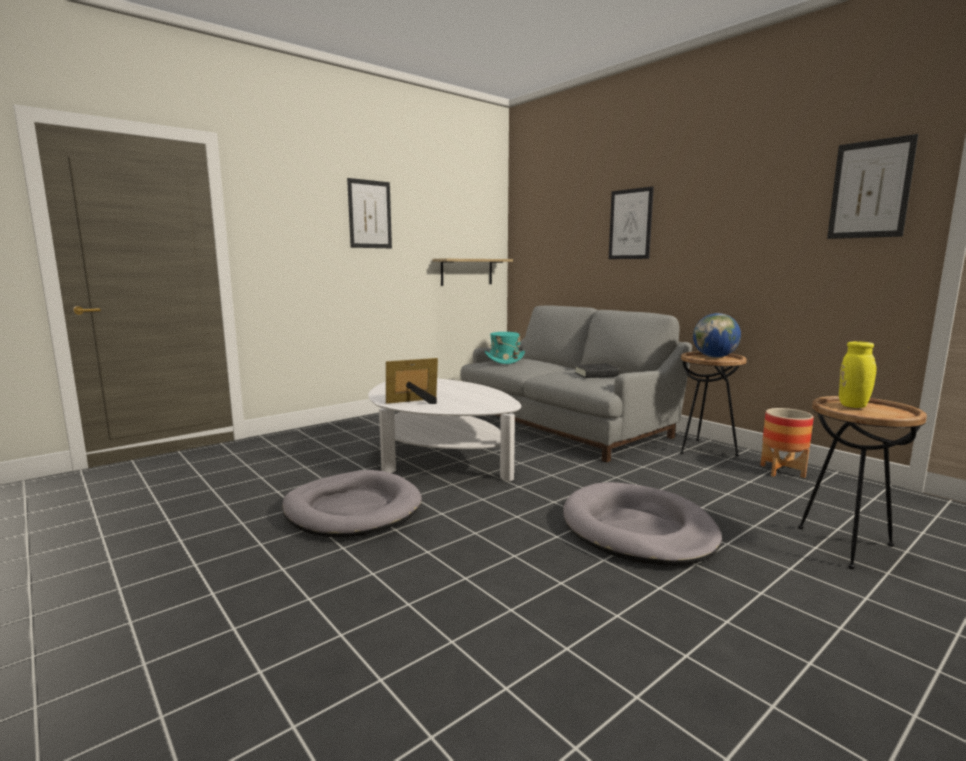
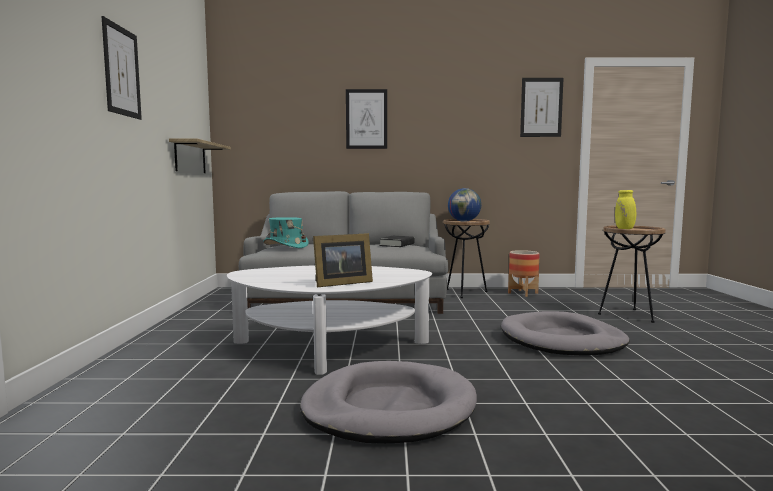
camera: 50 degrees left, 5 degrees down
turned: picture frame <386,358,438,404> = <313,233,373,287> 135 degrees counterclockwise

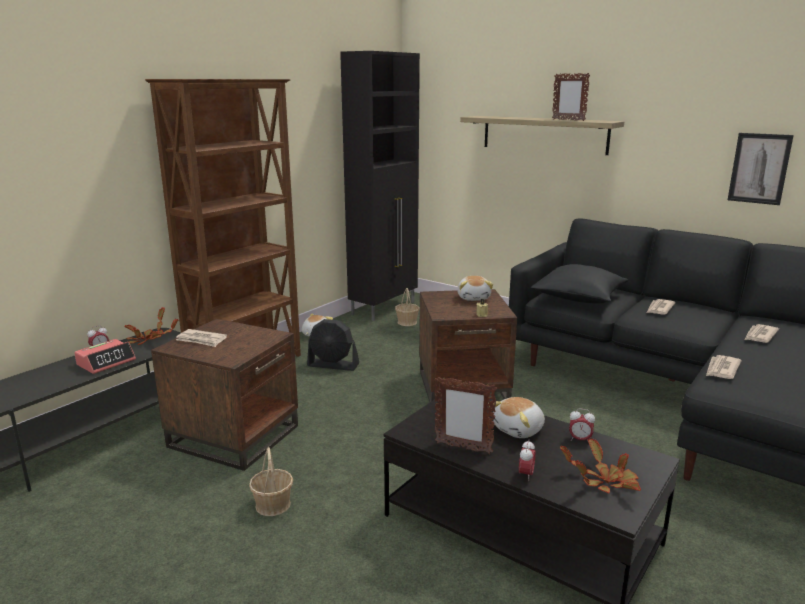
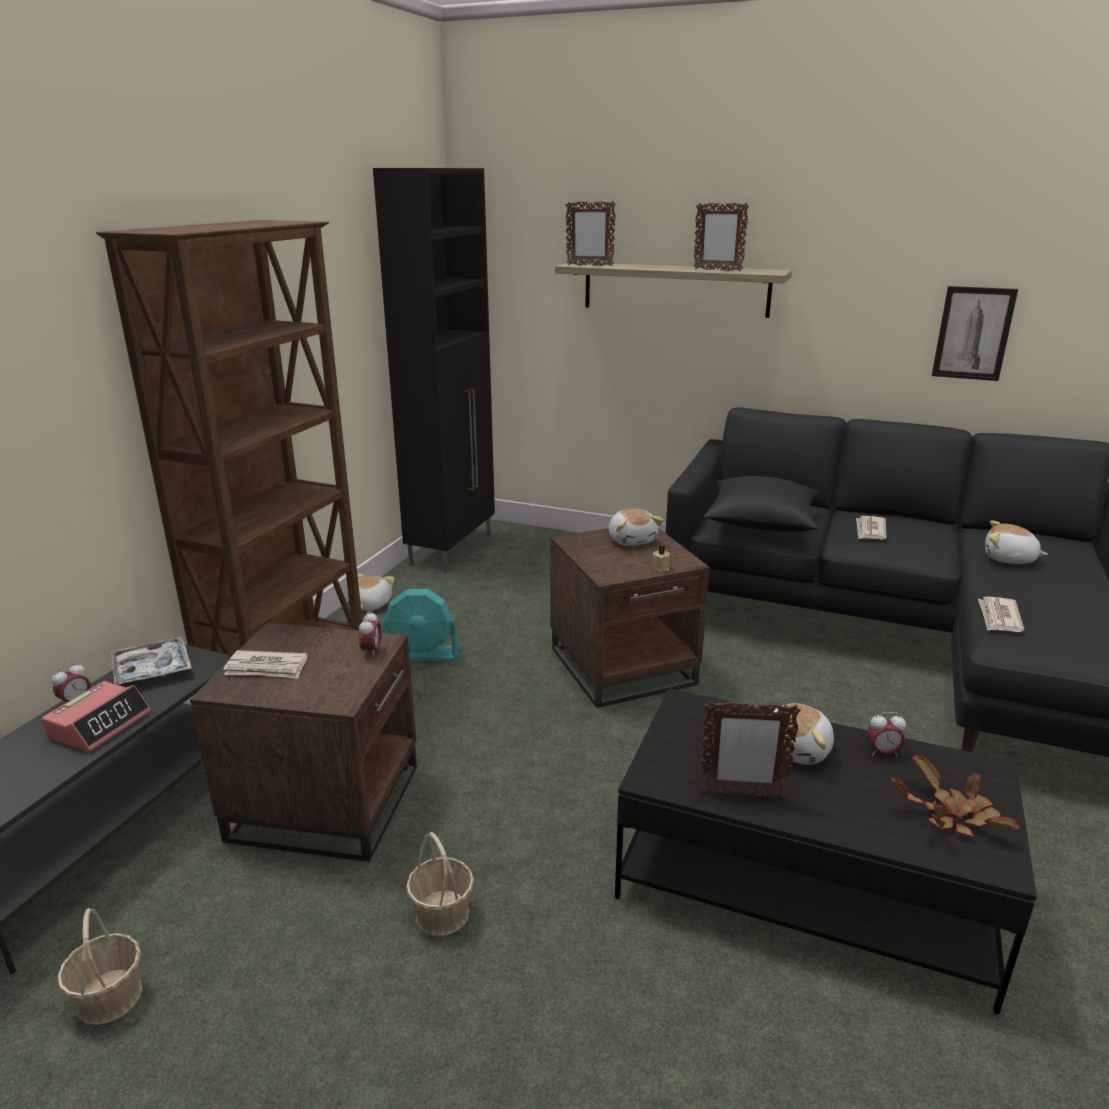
camera: 15 degrees left, 5 degrees up
added: picture frame <566,201,616,266>
moved: basket <395,288,420,326> to <57,908,143,1025>; alarm clock <519,440,536,481> to <359,611,382,657>
replaced: potted plant <124,308,179,345> to tray <111,637,192,685>; newspaper <744,324,779,343> to plush toy <985,521,1048,564>
recoloured: black fan <307,319,359,371> to turquoise fan <383,589,459,661>

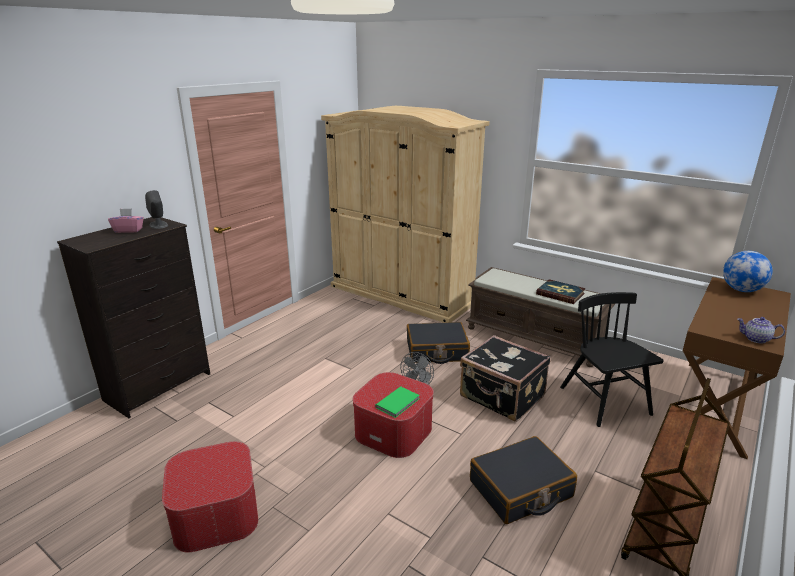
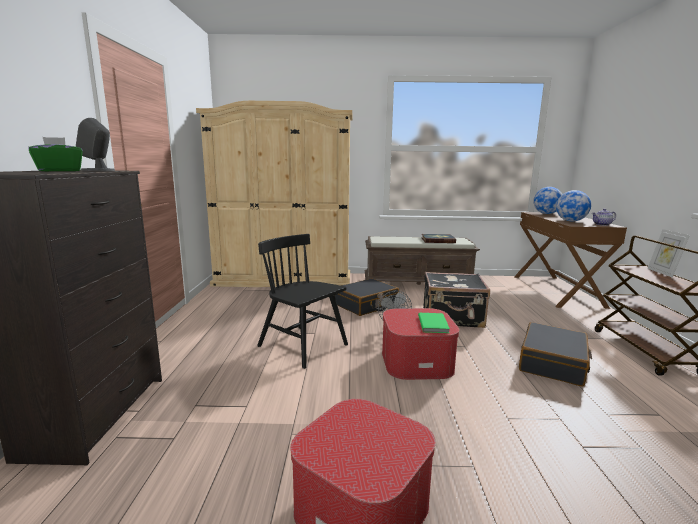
camera: 35 degrees left, 10 degrees down
added: globe <556,190,591,221>; picture frame <648,229,690,278>
moved: black chair <560,292,664,427> to <257,234,348,369>
recoloured: pink tissue box <108,208,144,233> to green tissue box <29,137,83,171>

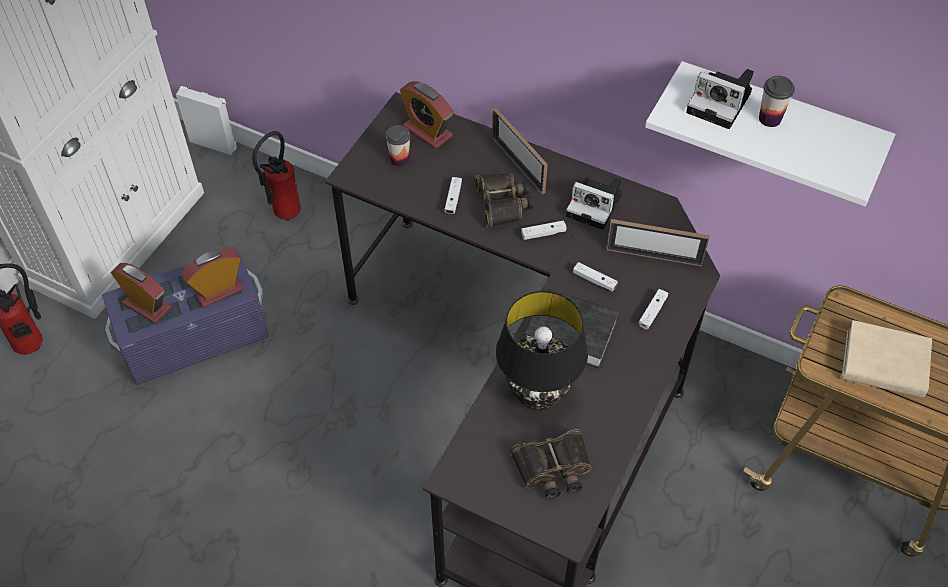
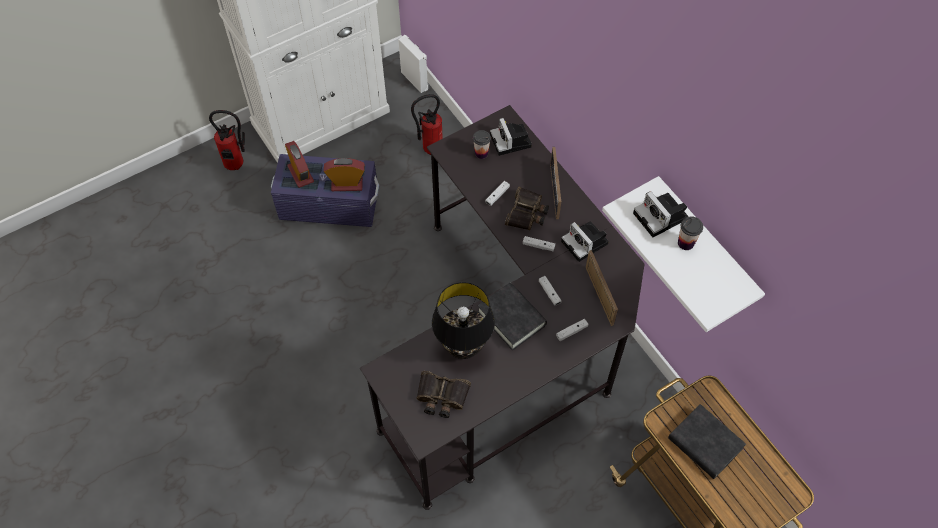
camera: 30 degrees right, 5 degrees up
replaced: alarm clock <400,81,453,149> to photo camera <490,118,532,156>
recoloured: beige book <842,320,932,398> to black book <668,404,746,479>
turned: picture frame <606,219,710,266> = <586,250,618,326> 150 degrees counterclockwise

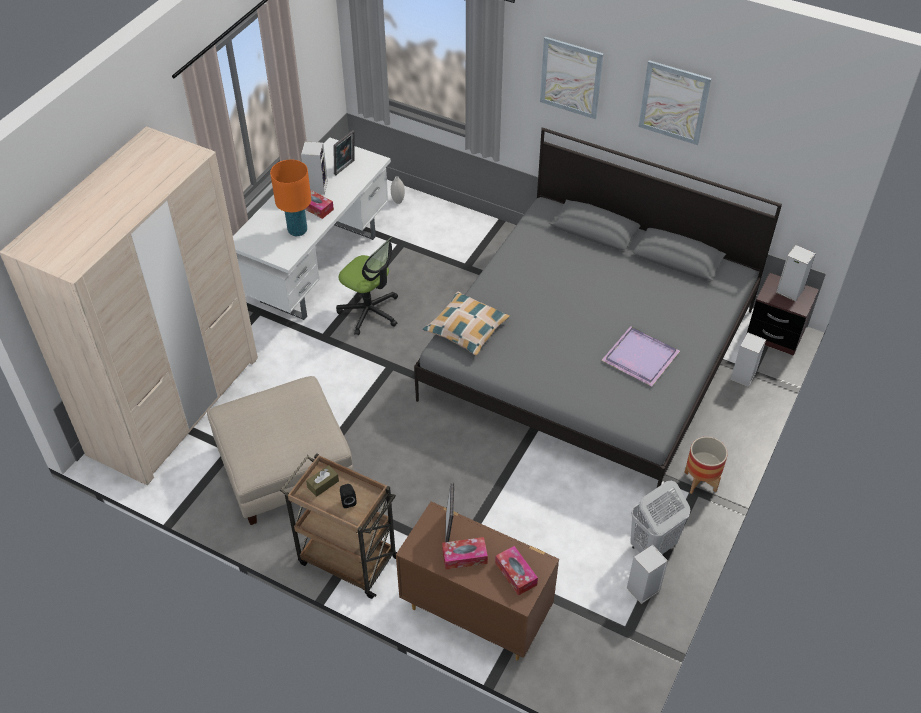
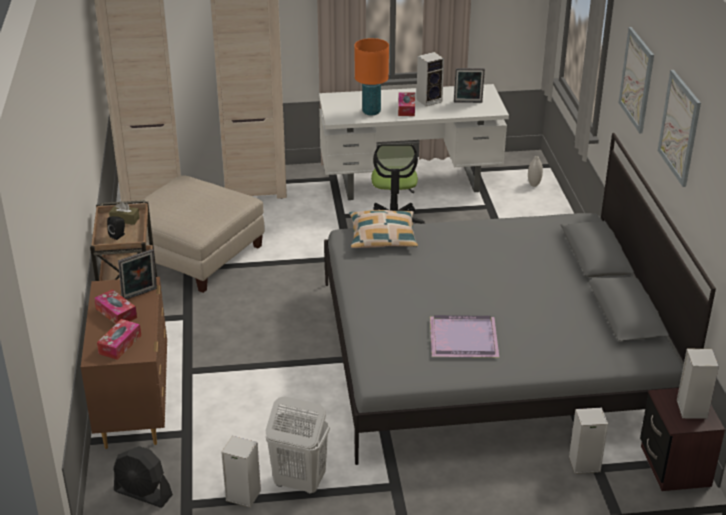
camera: 55 degrees right, 15 degrees down
removed: planter <684,437,728,494>
added: black fan <113,446,173,508>

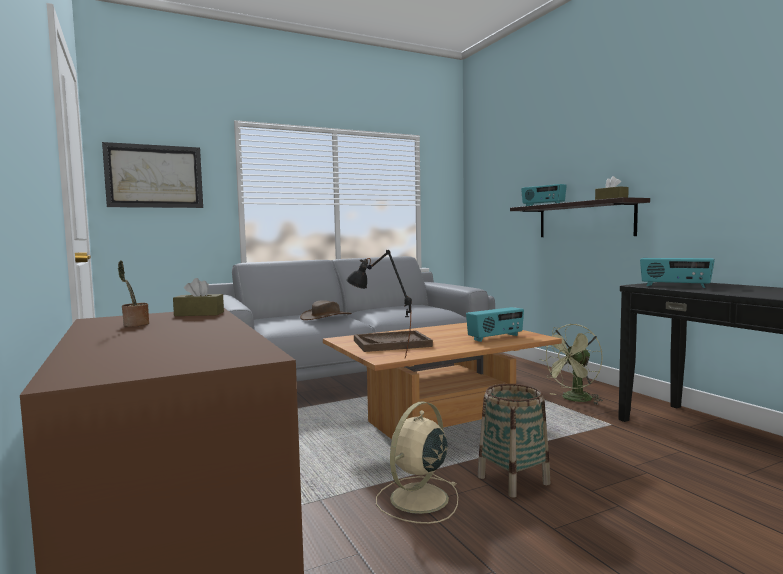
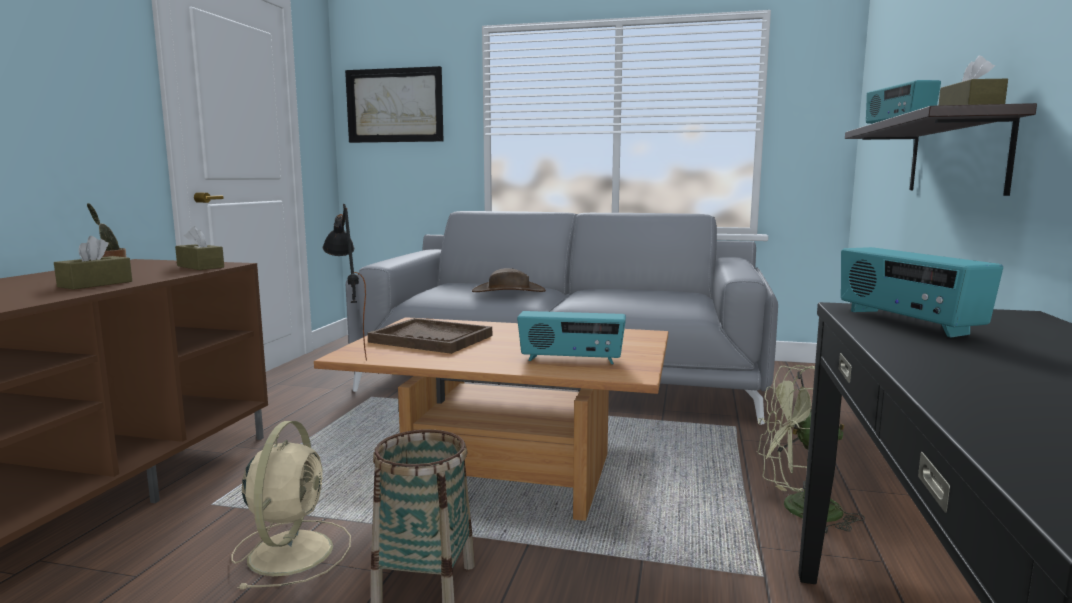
camera: 40 degrees right, 5 degrees up
added: brown tissue box <54,236,132,289>
turned: beige fan <376,401,458,524> = <231,421,351,590> 105 degrees clockwise

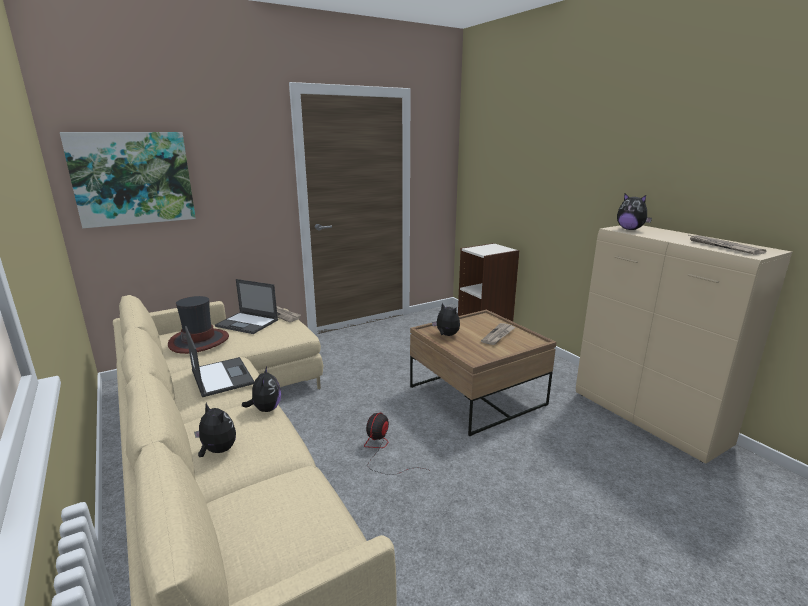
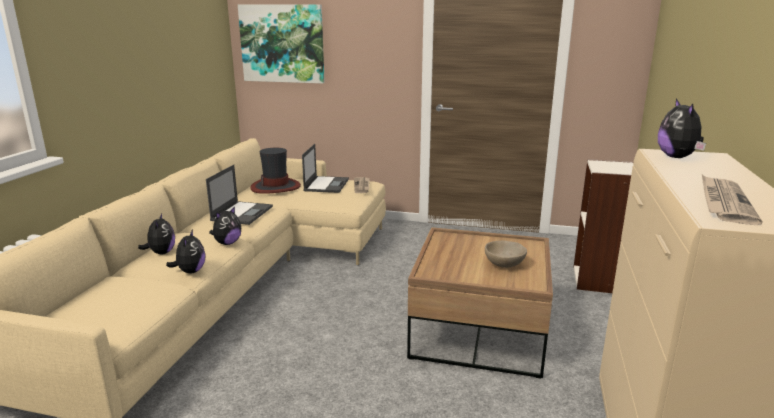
camera: 45 degrees right, 0 degrees up
removed: fan <364,412,431,475>
moved: plush toy <432,303,460,336> to <166,229,206,274>
replaced: newspaper <481,323,516,345> to beige bowl <485,241,527,268>
turned: laptop <215,279,278,334> = <302,144,349,193> 150 degrees counterclockwise

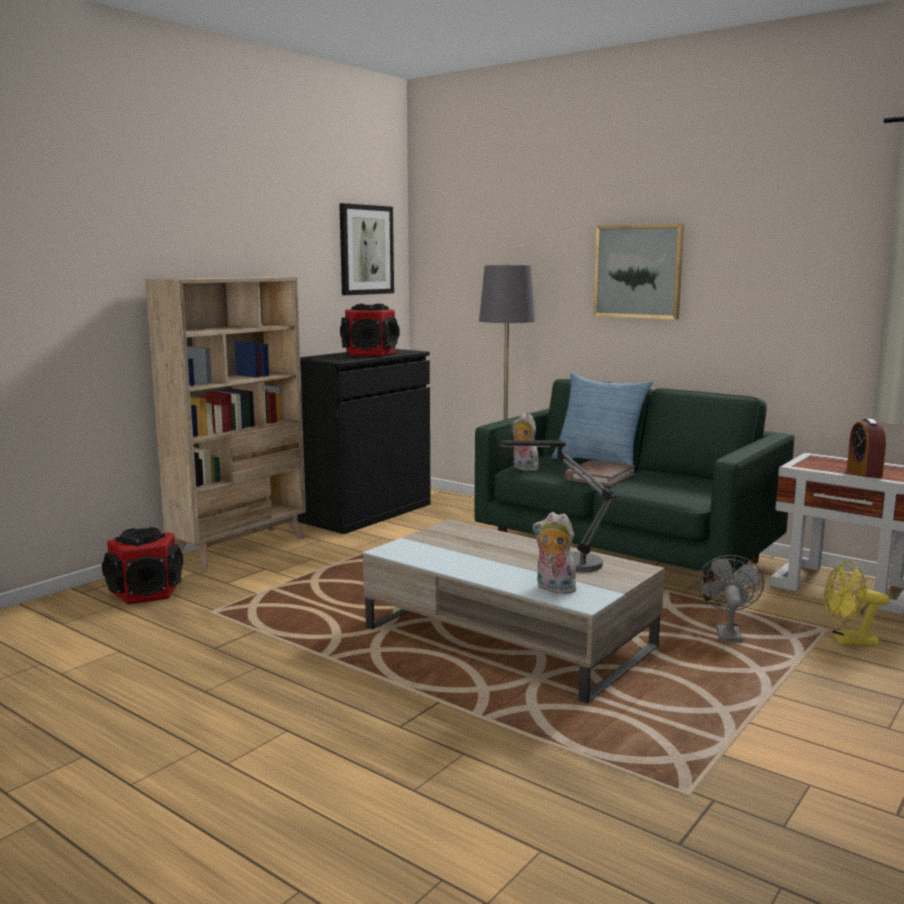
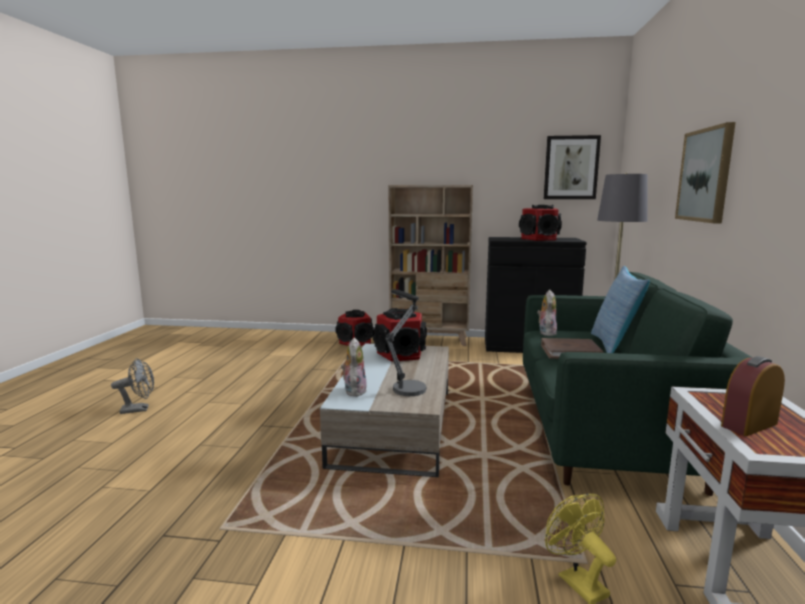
camera: 60 degrees right, 0 degrees up
added: speaker <372,308,427,362>
moved: grey fan <697,555,764,643> to <111,358,154,414>

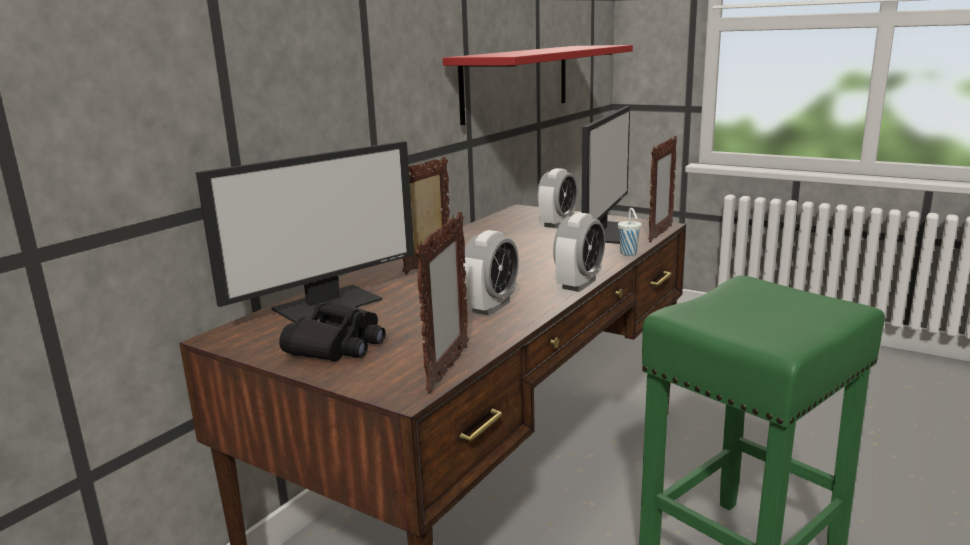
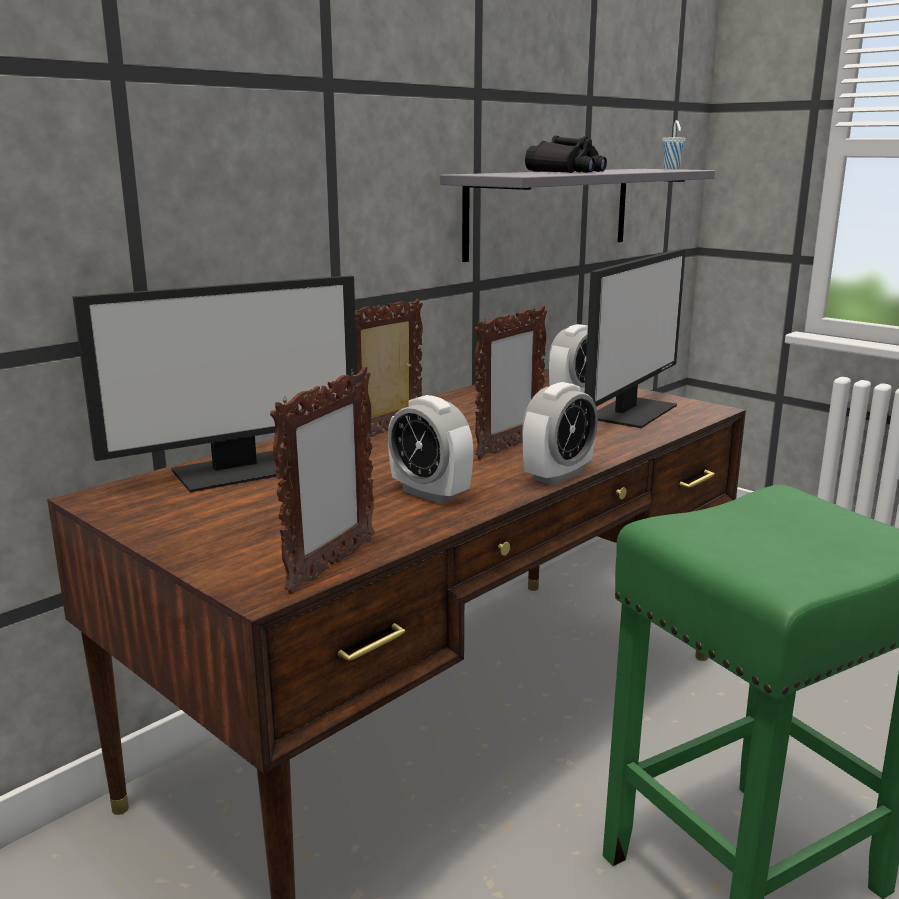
camera: 10 degrees right, 0 degrees up
moved: black binoculars <279,300,386,362> to <525,136,607,173>; white cup <618,208,642,256> to <663,120,686,169>; picture frame <649,136,677,242> to <475,306,547,459>
recoloured: red shelf <443,45,633,125> to grey shelf <440,169,715,262>
turned: alarm clock <463,230,519,316> = <388,395,473,504> 90 degrees clockwise

